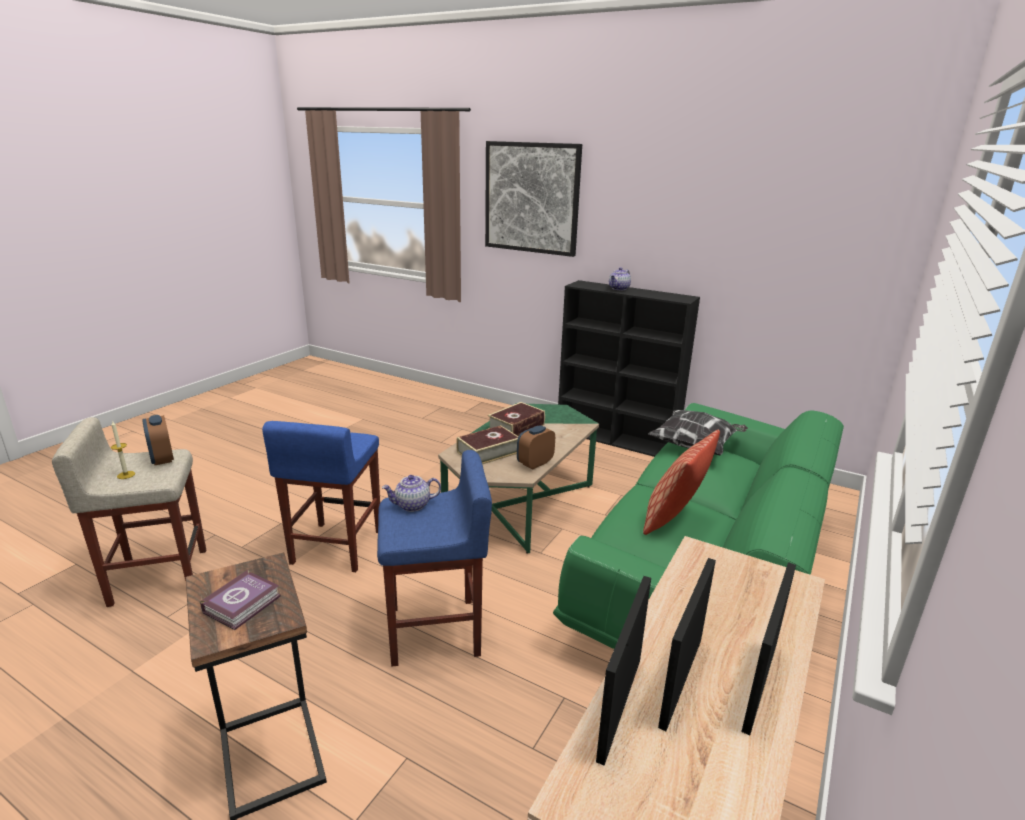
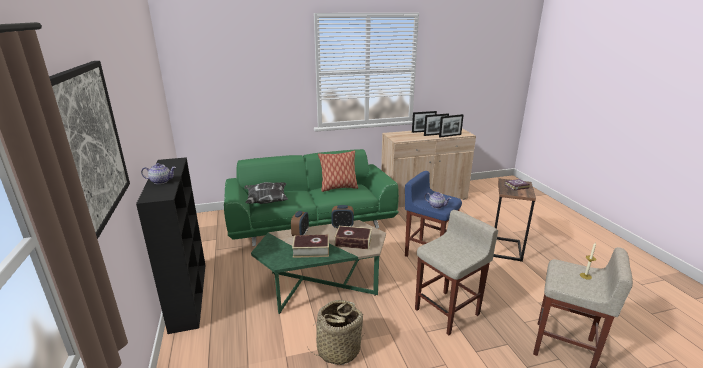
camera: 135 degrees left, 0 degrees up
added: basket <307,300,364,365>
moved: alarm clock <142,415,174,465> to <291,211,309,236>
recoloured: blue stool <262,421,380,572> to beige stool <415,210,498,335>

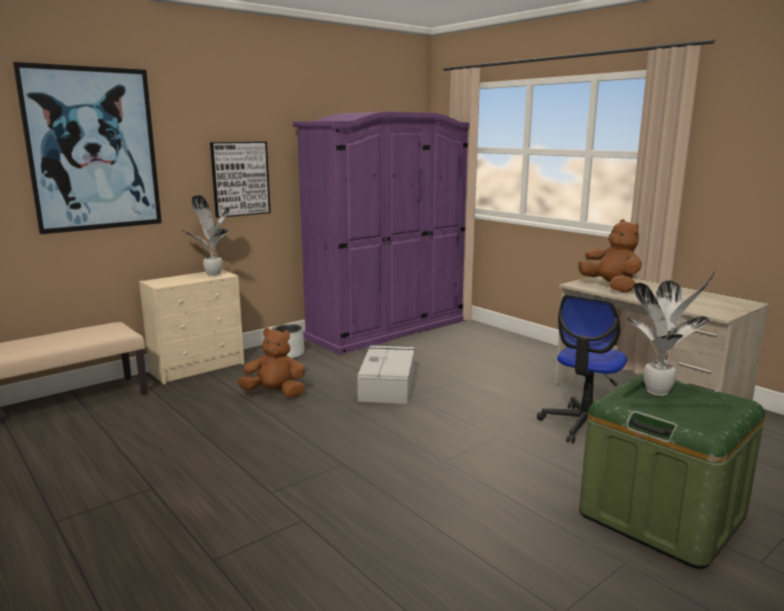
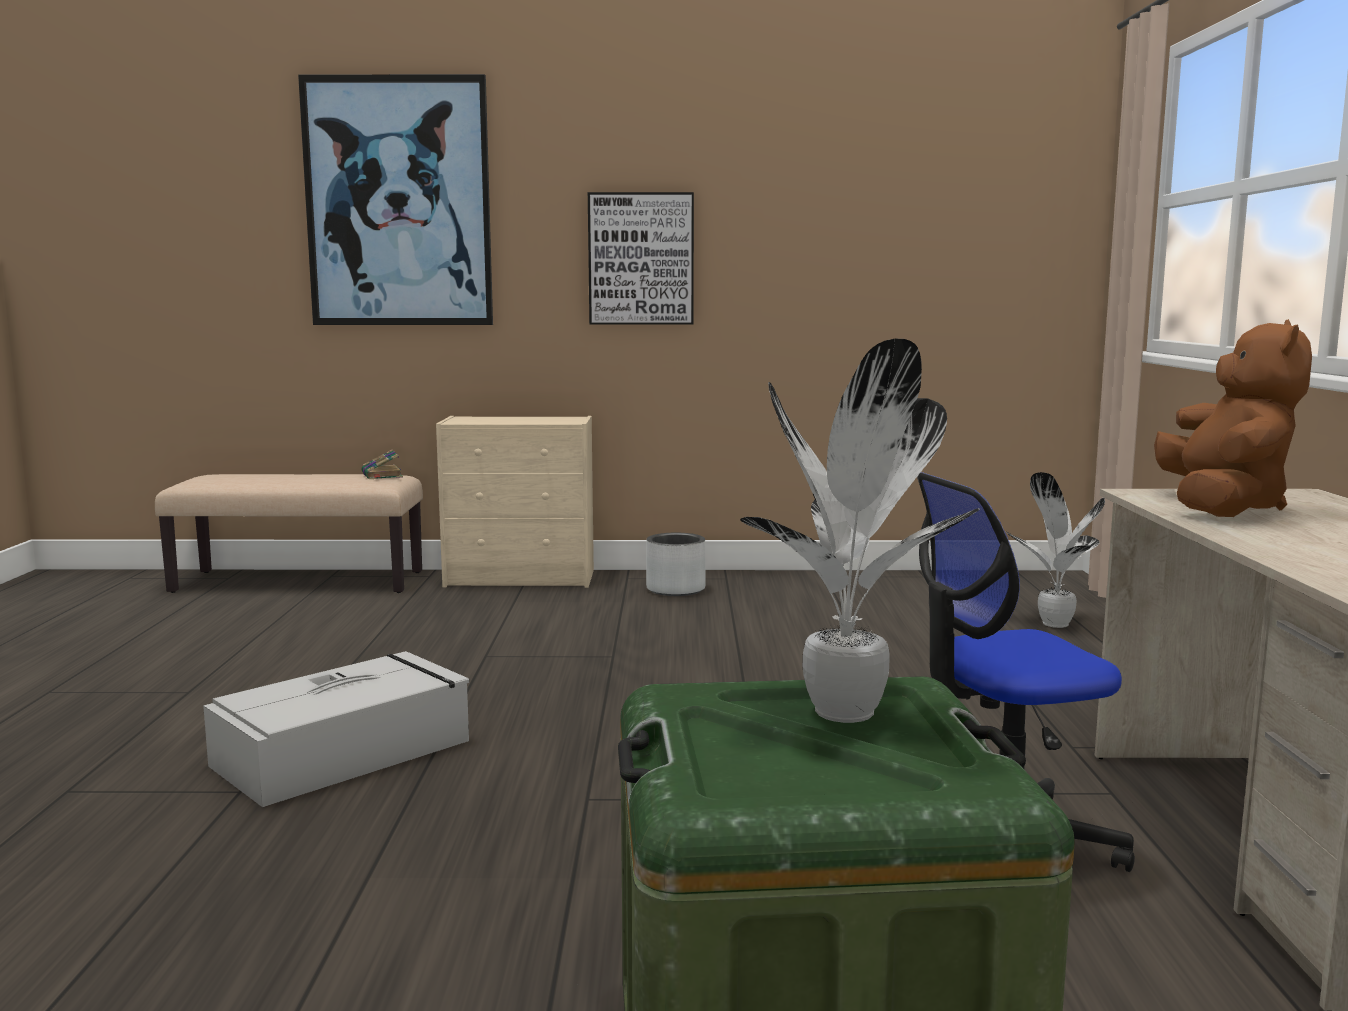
camera: 40 degrees right, 5 degrees down
removed: brown plush toy <237,328,306,397>; purple wardrobe <293,112,469,355>
added: book <361,449,403,479>
moved: potted plant <182,195,229,276> to <1006,472,1105,628>; grey storage box <357,346,415,404> to <203,651,469,807>

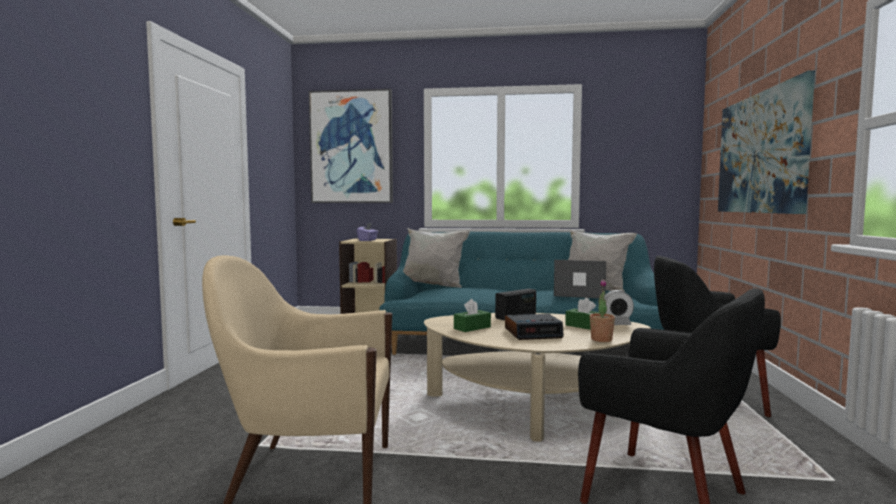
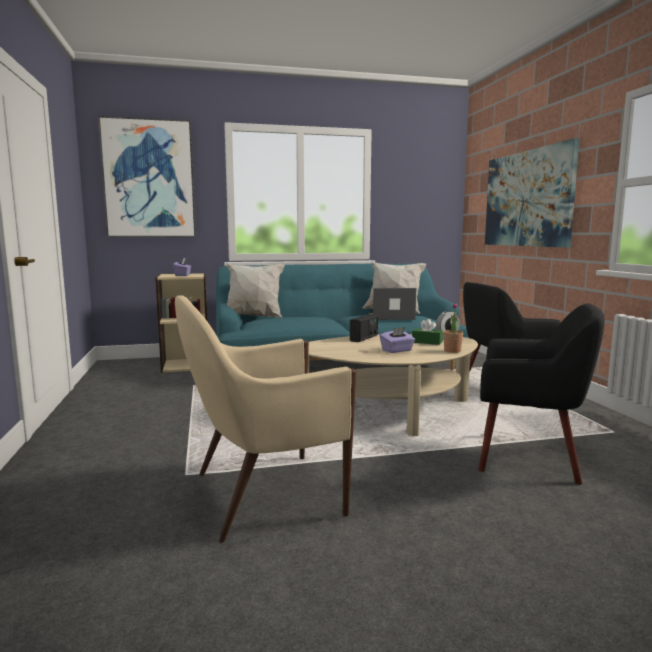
camera: 20 degrees left, 5 degrees up
removed: green tissue box <454,299,491,332>
replaced: alarm clock <505,314,564,340> to purple tissue box <380,327,415,353>

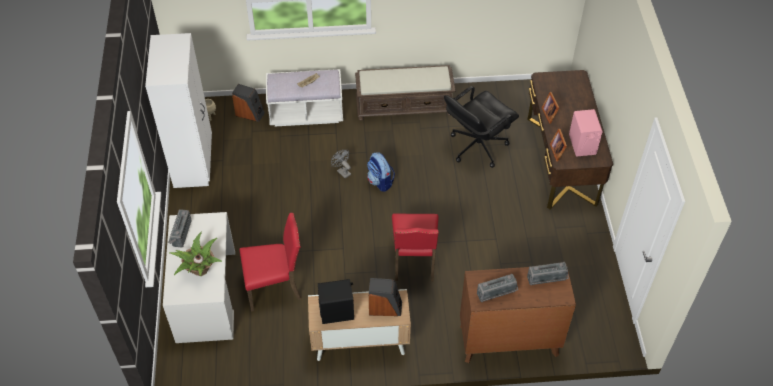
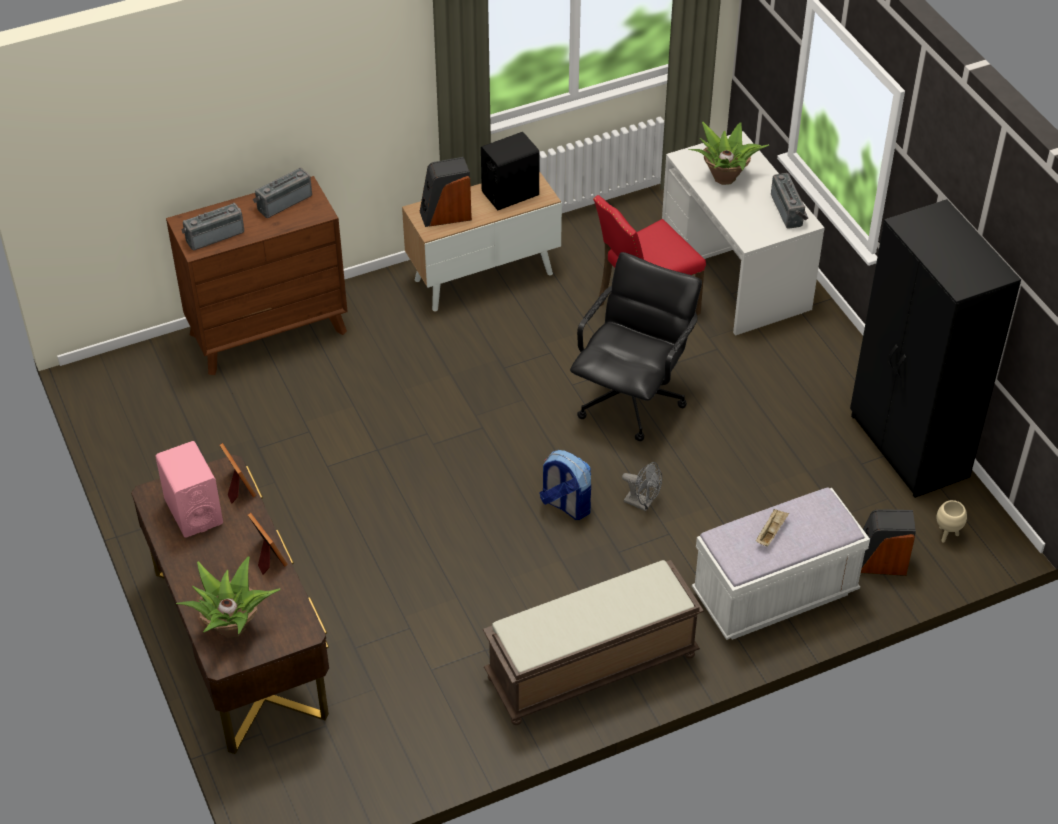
camera: 160 degrees right, 5 degrees down
removed: red chair <392,213,439,281>
added: potted plant <176,556,280,638>
moved: black office chair <444,86,519,168> to <570,252,702,441>
recoloured: white wardrobe <145,33,212,188> to black wardrobe <850,199,1021,498>

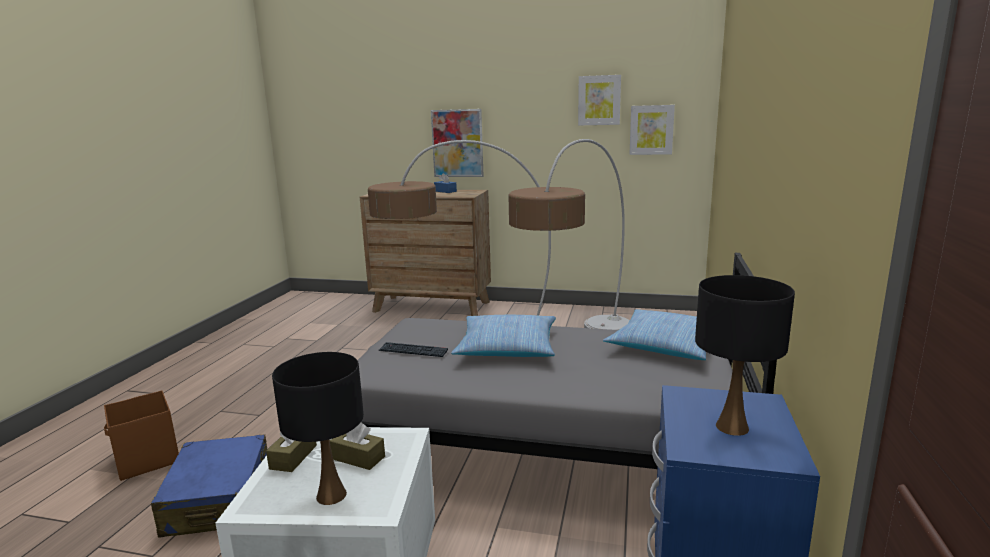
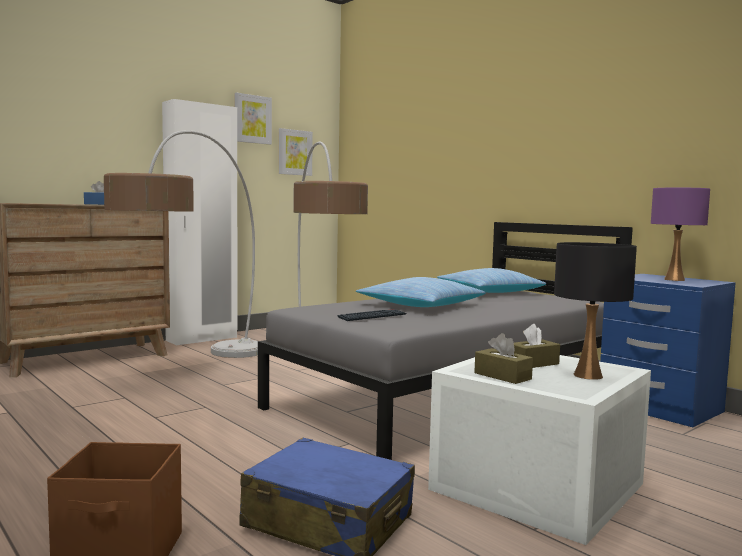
camera: 55 degrees left, 10 degrees down
removed: picture <431,109,484,177>
added: white wardrobe <162,99,238,345>
recoloured: black table lamp <695,275,795,436> to purple table lamp <651,188,710,281>

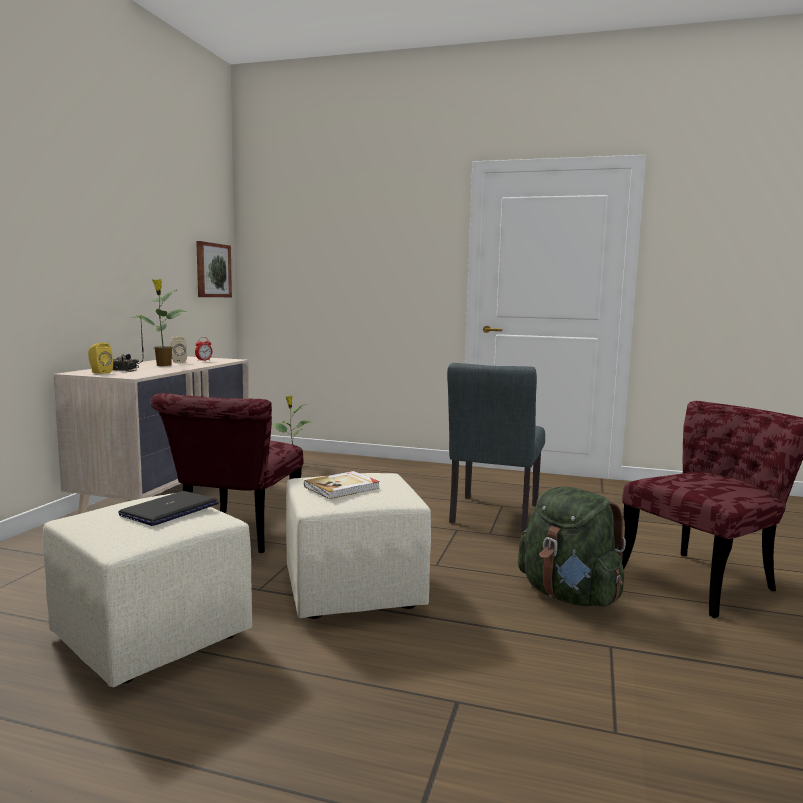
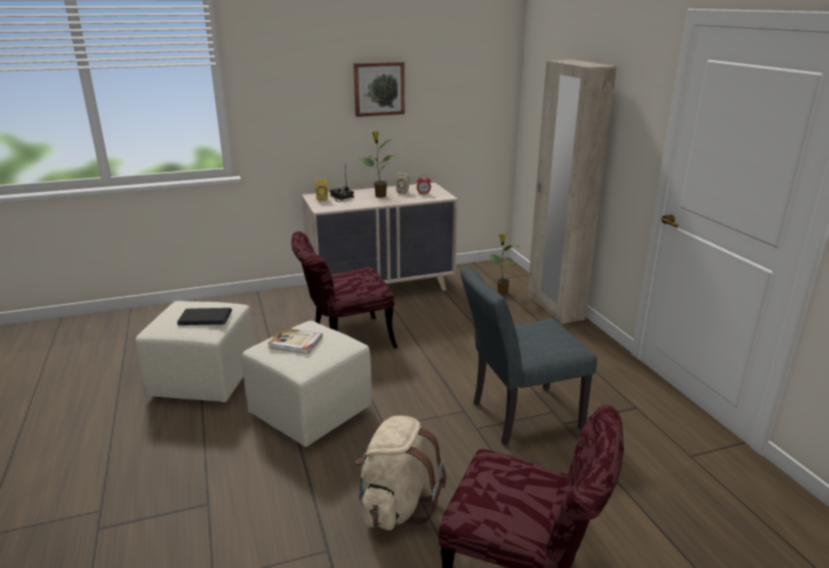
camera: 55 degrees right, 15 degrees up
added: beige wardrobe <528,60,617,324>
moved: picture <196,241,232,297> to <353,62,405,117>
recoloured: green backpack <518,486,626,607> to beige backpack <355,416,446,530>

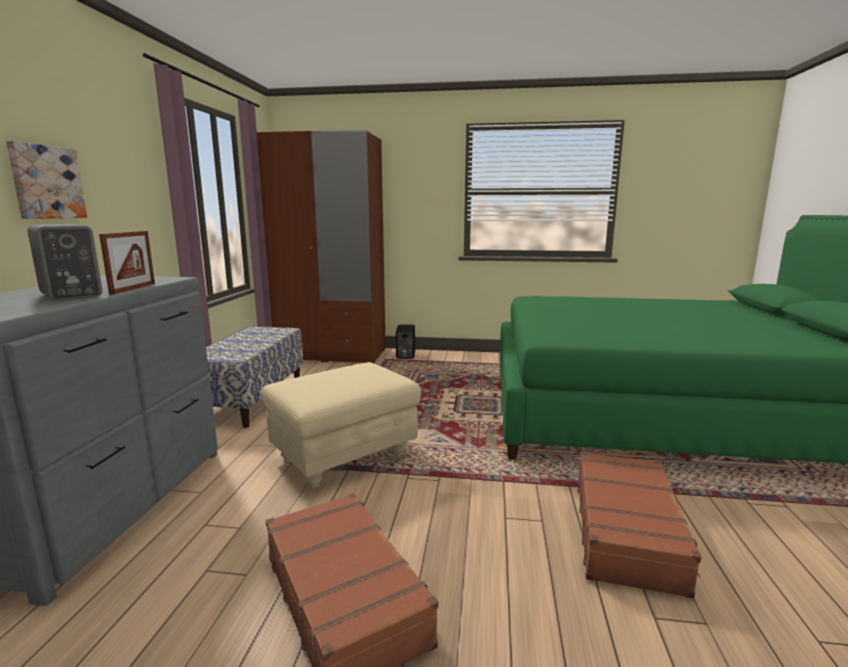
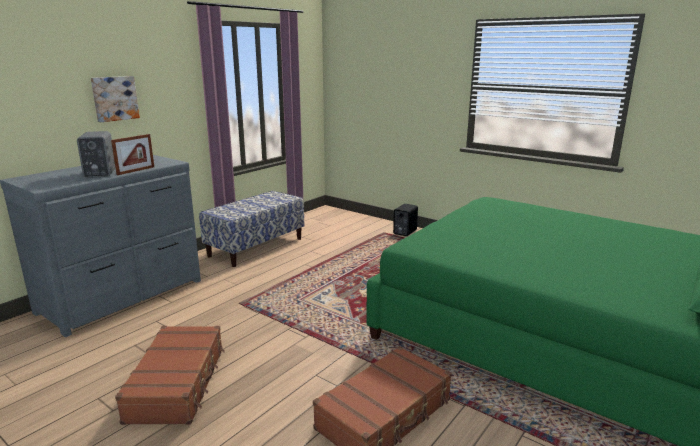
camera: 30 degrees right, 5 degrees up
removed: brown wardrobe <257,130,386,363>; beige ottoman <262,362,421,488>

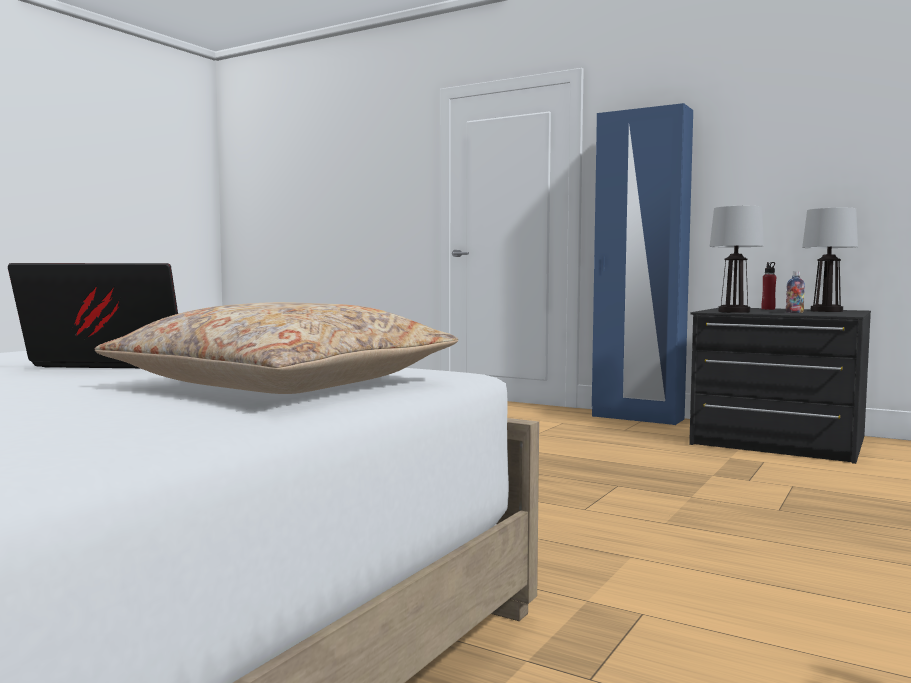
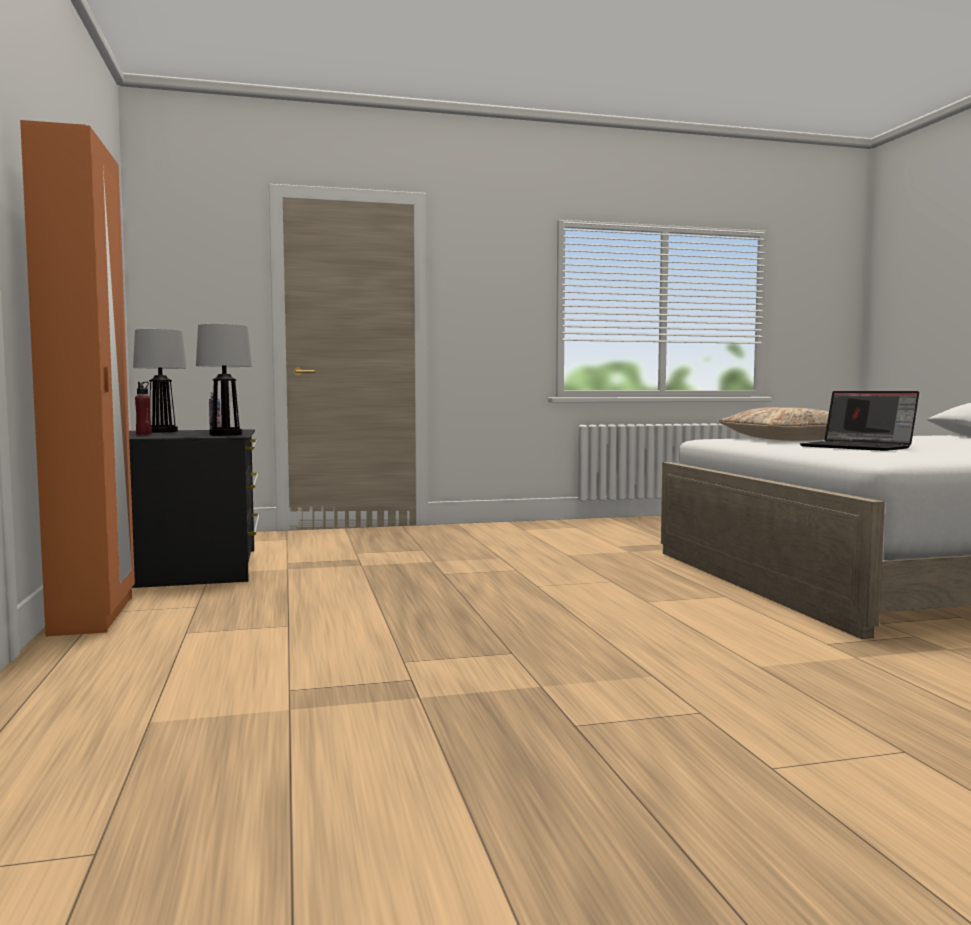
camera: 135 degrees left, 0 degrees up
recoloured: blue wardrobe <592,103,693,425> to orange wardrobe <20,120,135,637>

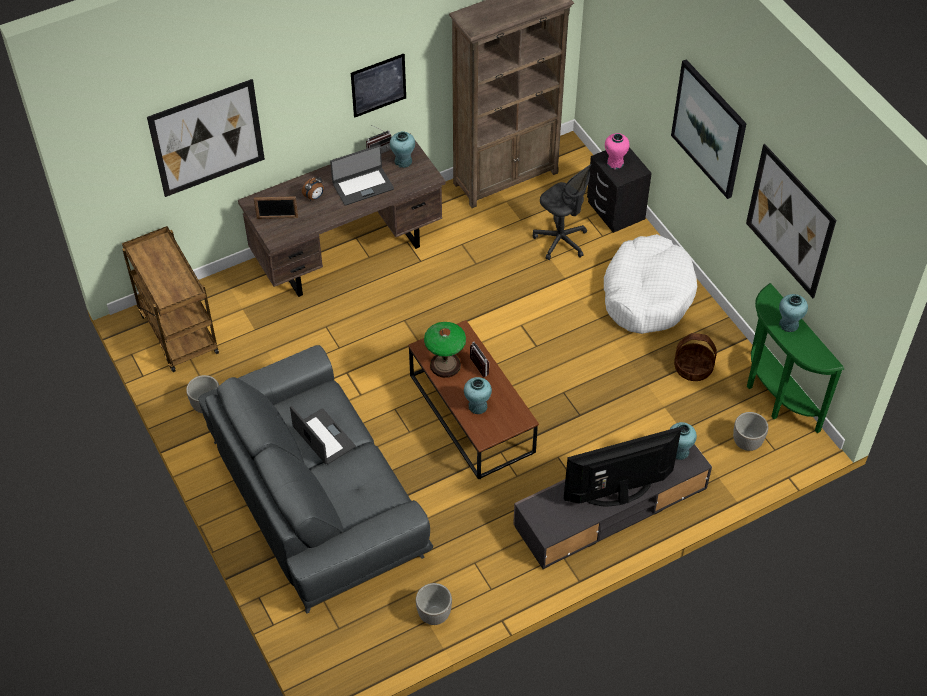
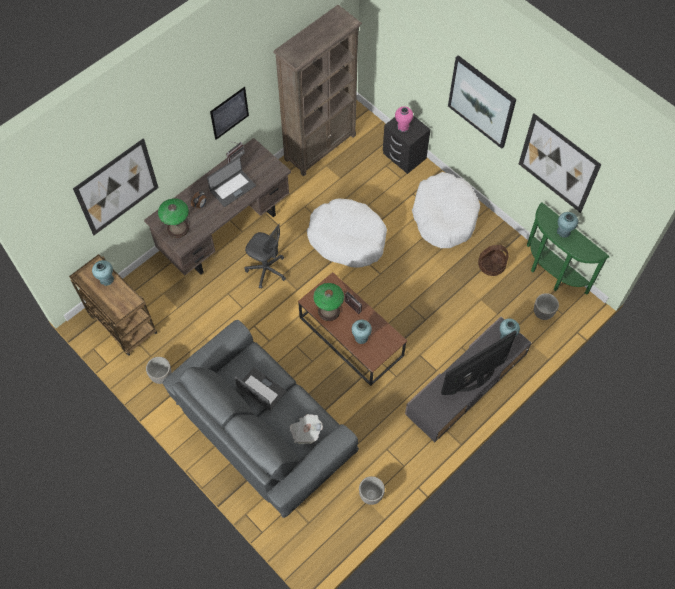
camera: 15 degrees left, 10 degrees up
added: newspaper <290,414,323,444>; white dog bed <307,198,387,268>
moved: turquoise vase <390,131,415,168> to <92,260,114,286>; grey office chair <532,164,592,260> to <245,223,286,289>
replaced: picture frame <254,196,298,219> to table lamp <158,198,189,238>

